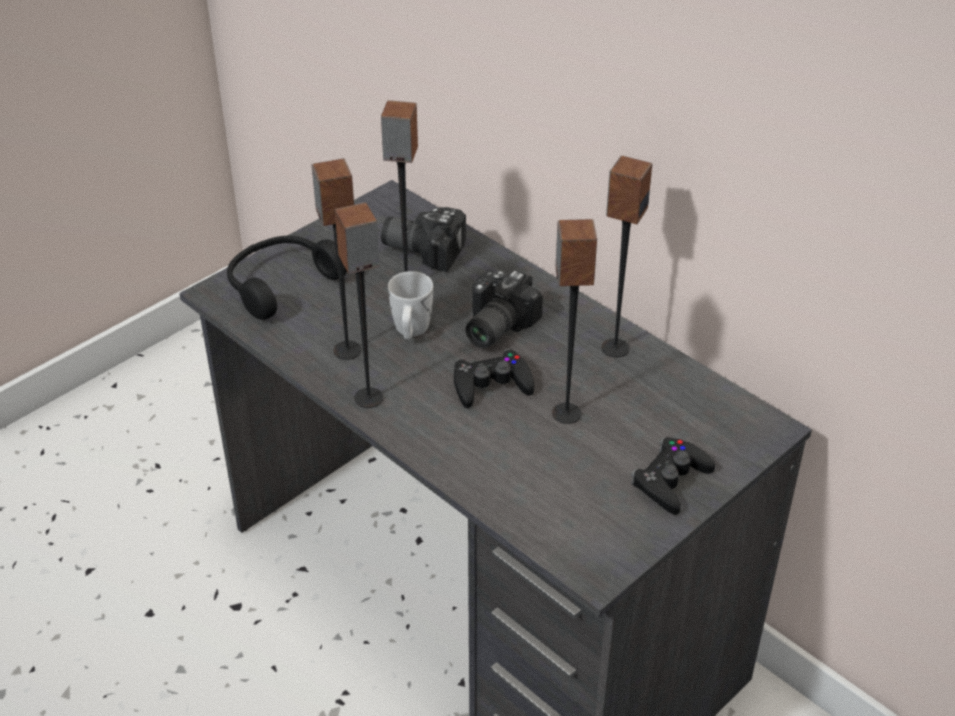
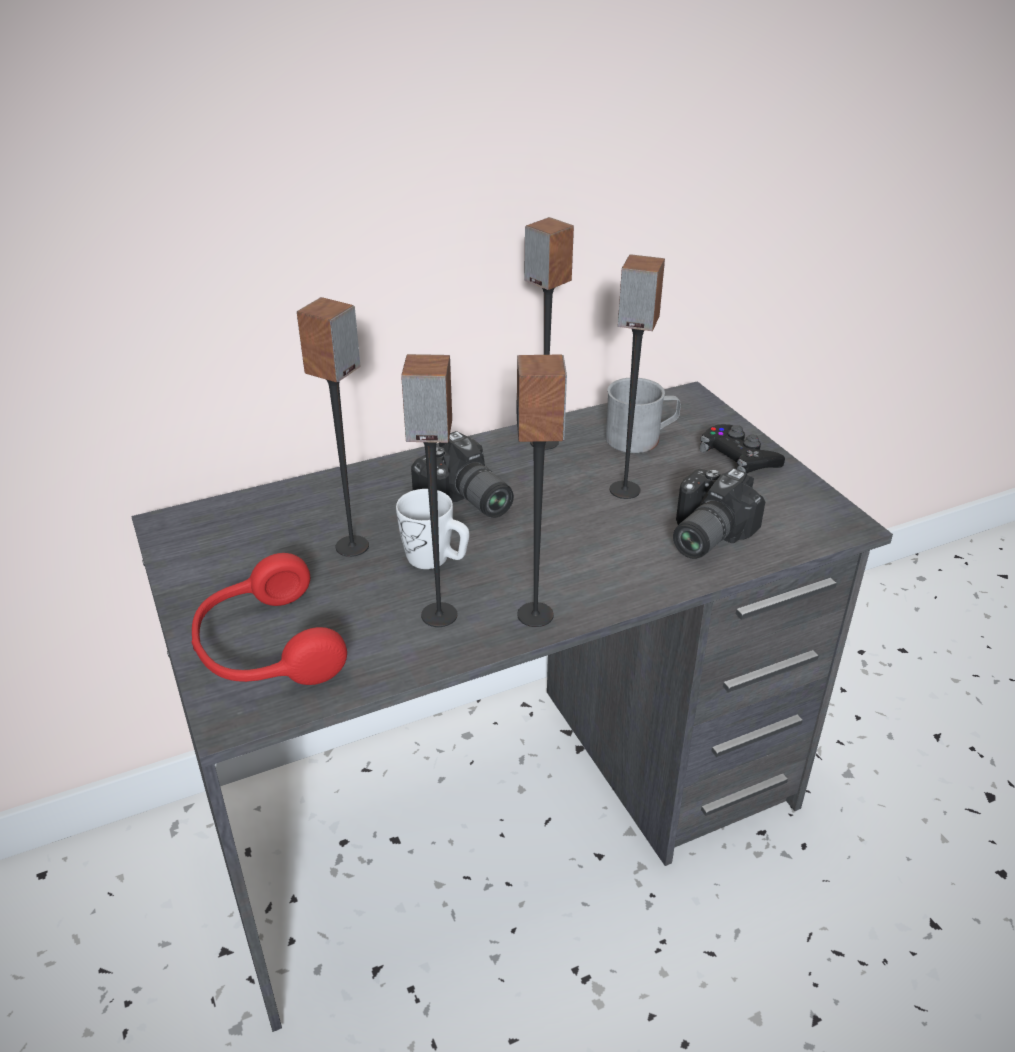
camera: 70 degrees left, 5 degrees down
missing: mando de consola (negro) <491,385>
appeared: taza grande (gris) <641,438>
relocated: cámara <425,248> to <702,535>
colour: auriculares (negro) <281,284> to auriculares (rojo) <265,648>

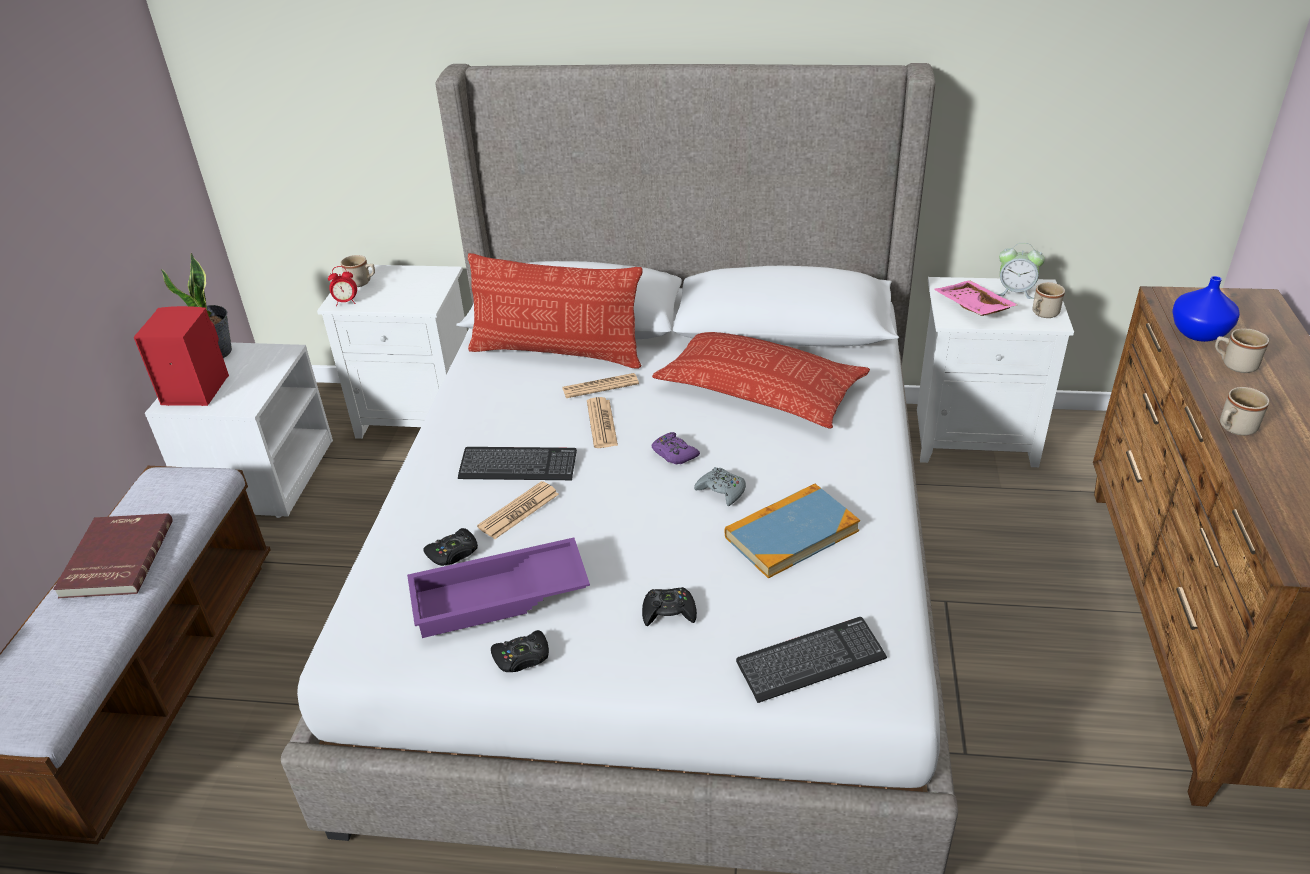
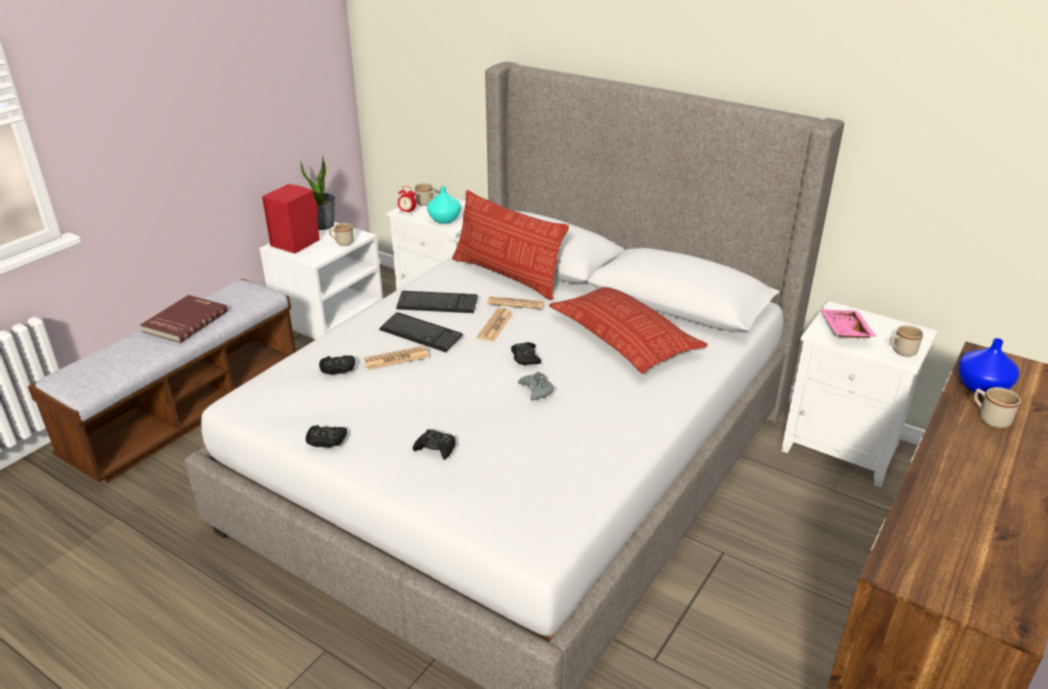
camera: 25 degrees right, 5 degrees down
missing: bandeja (morado) <499,598>; libro <791,534>; despertador <1015,292>
appeared: florero (turquesa) <445,220>
relocated: taza grande (beis) <1234,428> to <342,242>; teclado <810,661> to <437,304>
colour: mando de consola (morado) <674,454> to mando de consola (negro) <525,358>

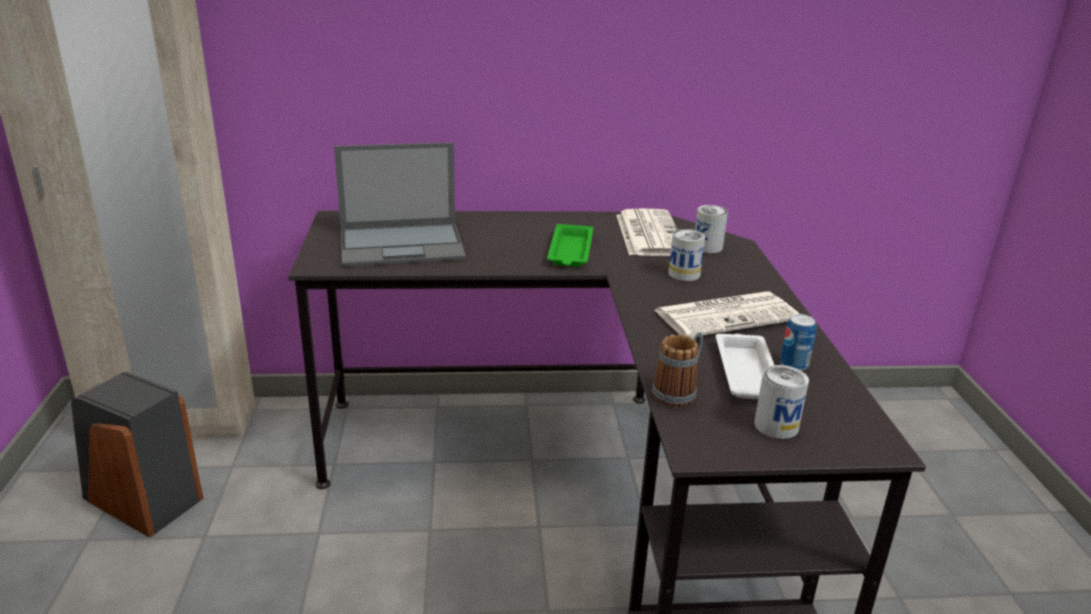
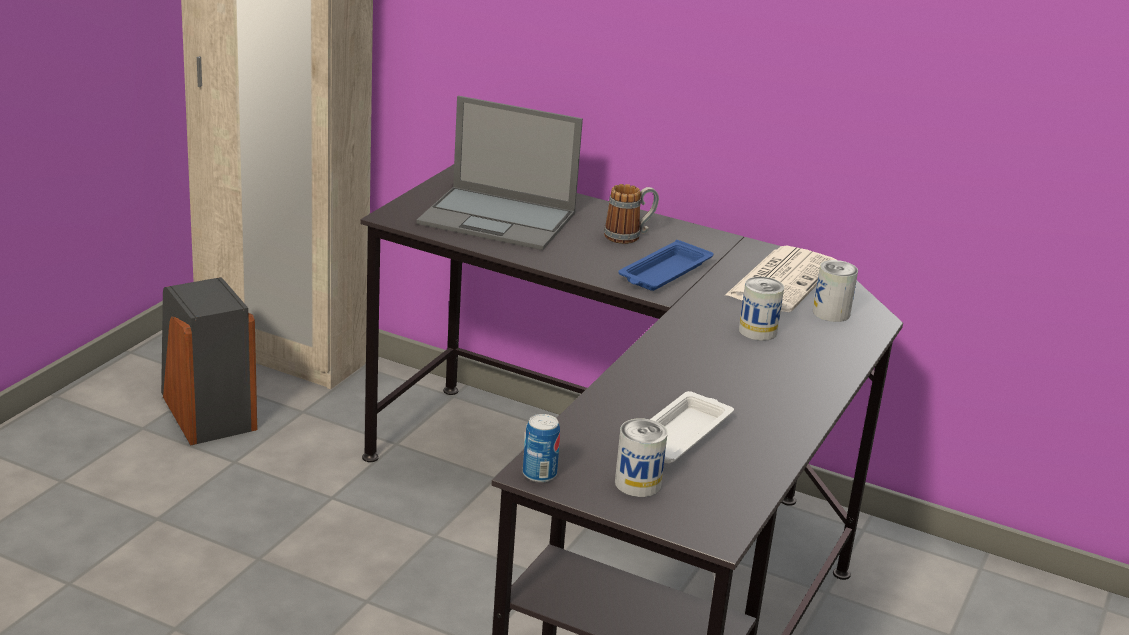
camera: 30 degrees right, 0 degrees up
missing: periódico <727,315>
relocated: lata <794,365> to <539,474>; taza grande <678,392> to <629,236>
colour: bandeja (verde) <570,251> to bandeja (azul) <664,273>

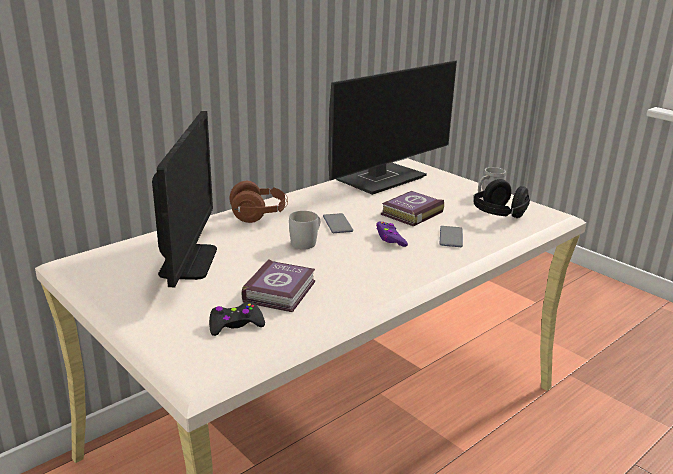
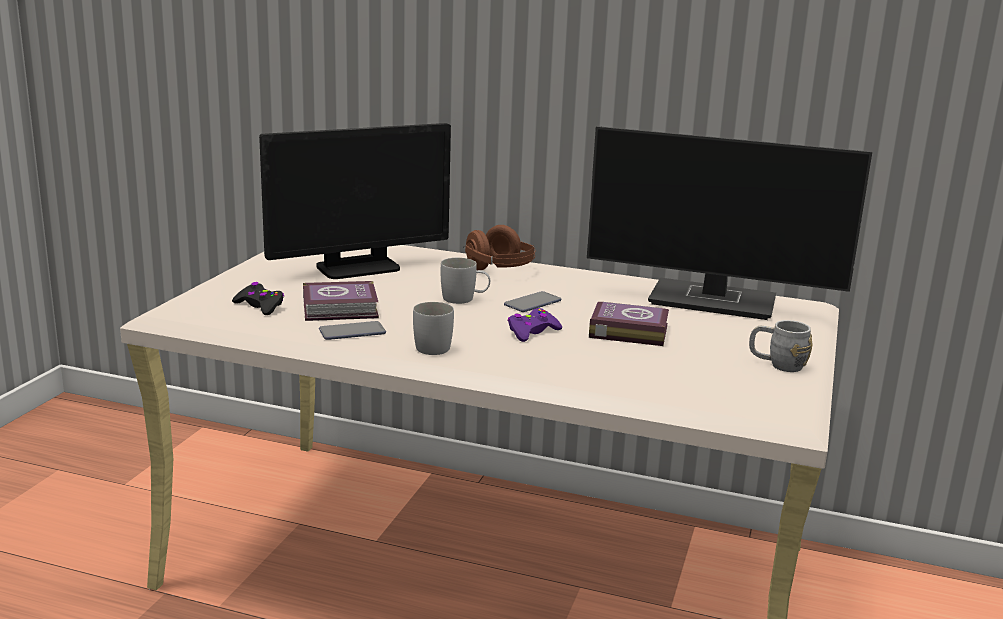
camera: 60 degrees right, 5 degrees down
missing: auriculares (negro) <499,215>
appeared: taza grande (blanco) <434,345>
relocated: móvil <451,237> to <352,332>

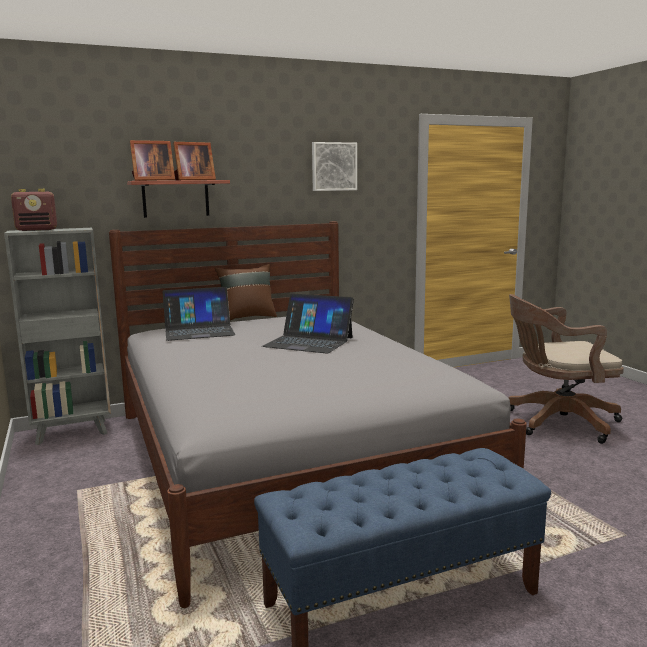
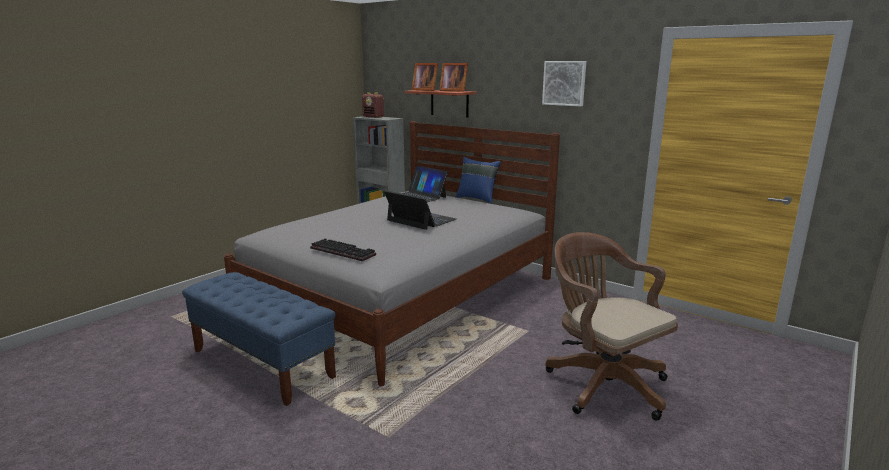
camera: 60 degrees right, 5 degrees up
appeared: teclado <344,251>
colour: cojín (marrón) <247,317> to cojín (azul) <477,199>
spun: portátil <309,342> = <421,220> 135 degrees clockwise

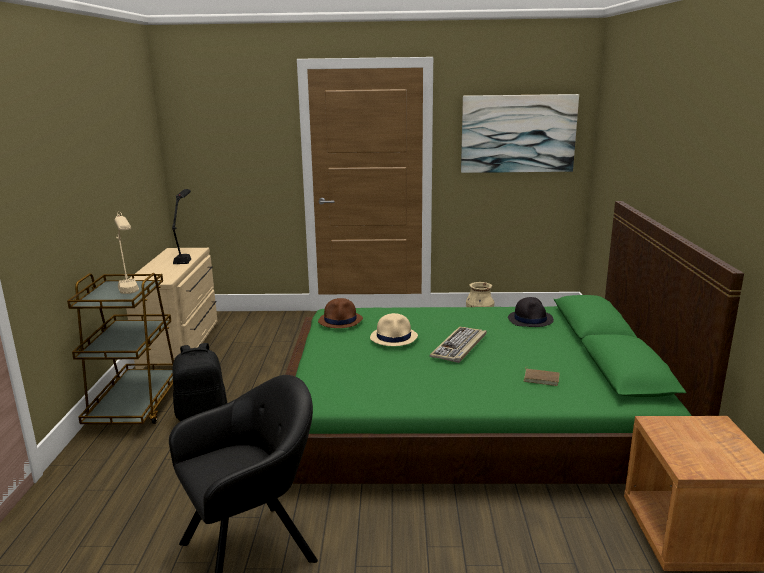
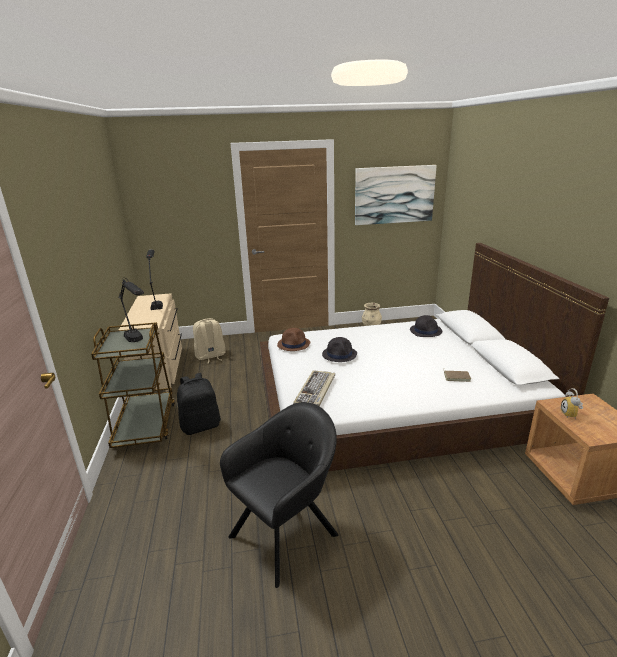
camera: 10 degrees left, 5 degrees up
appeared: mochila (beis) <210,356>; despertador <571,415>
relocated: teclado <459,347> to <315,390>
colour: lámpara de mesa (beis) <131,294> to lámpara de mesa (negro) <139,342>; cama (verde) <469,412> to cama (blanco) <395,402>; sombrero (beis) <394,337> to sombrero (negro) <340,354>

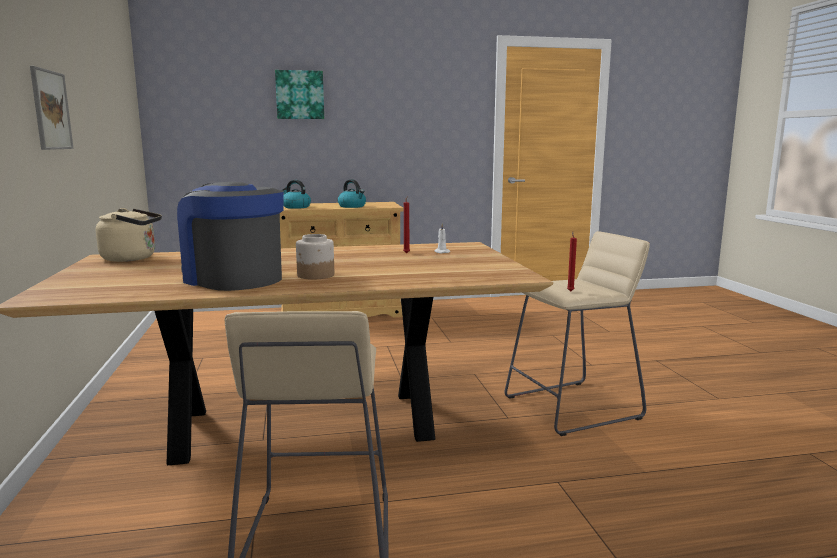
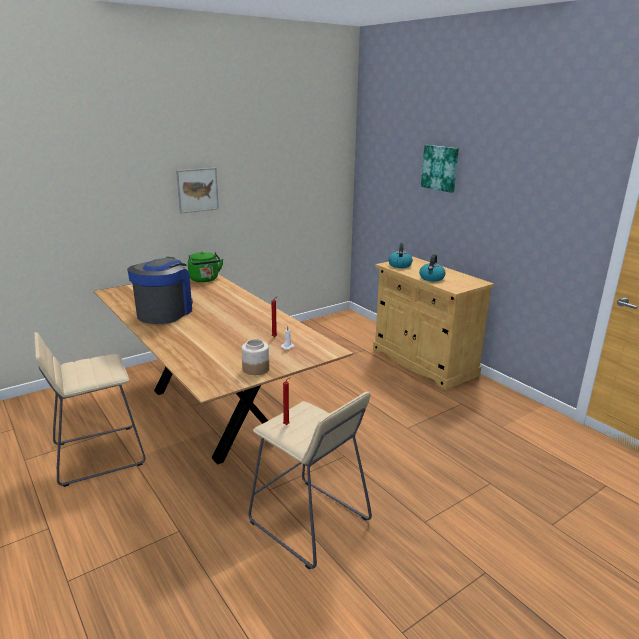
camera: 65 degrees right, 10 degrees up
relocated: tarro <315,275> to <255,369>
colour: hervidor (beis) <132,258> to hervidor (verde) <205,279>

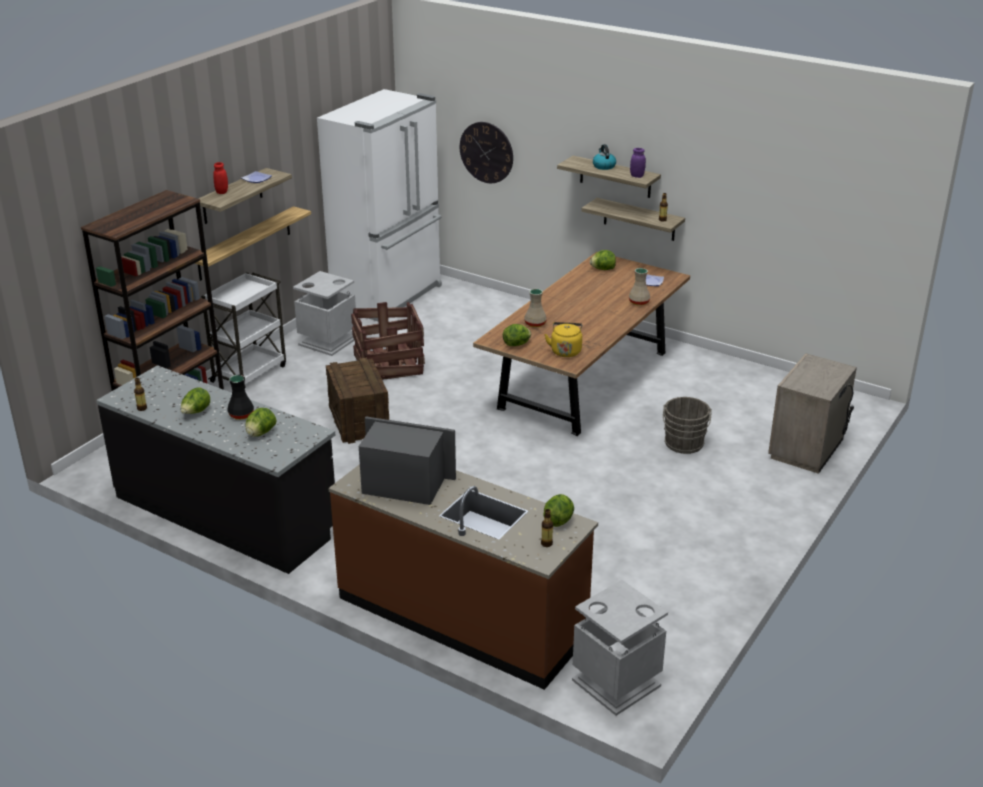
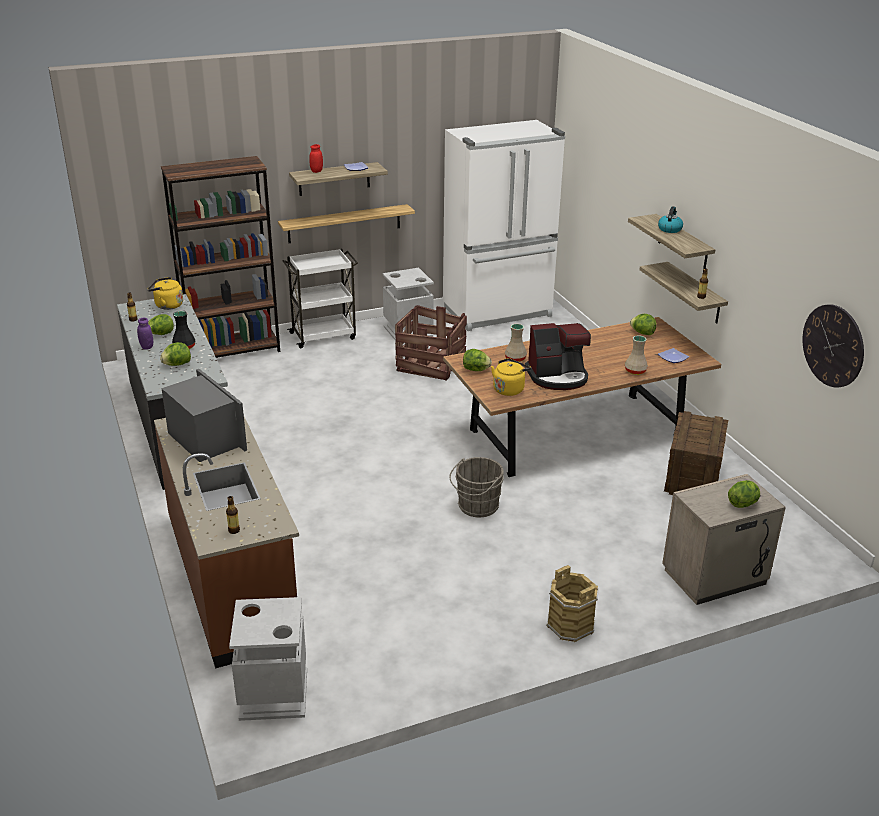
camera: 35 degrees right, 0 degrees up
appeared: hervidor (amarillo) <167,305>; cafetera <558,377>; cubo (marrón) <570,625>
relocated: tarro (morado) <637,176> to <147,347>; cubo (gris) <683,445> to <476,507>; caja de embalaje <359,422> to <692,477>; lechuga <558,520> to <743,504>; reloj de pared <486,152> to <833,345>

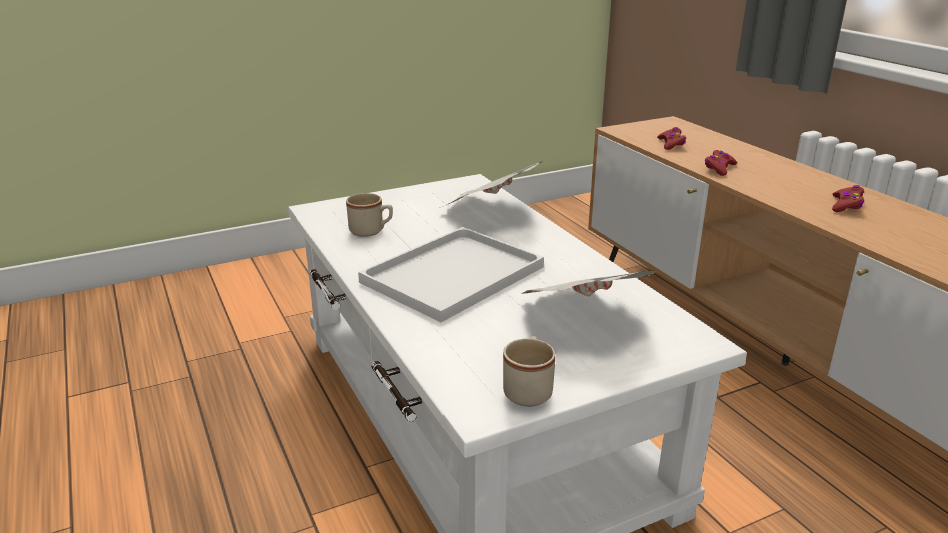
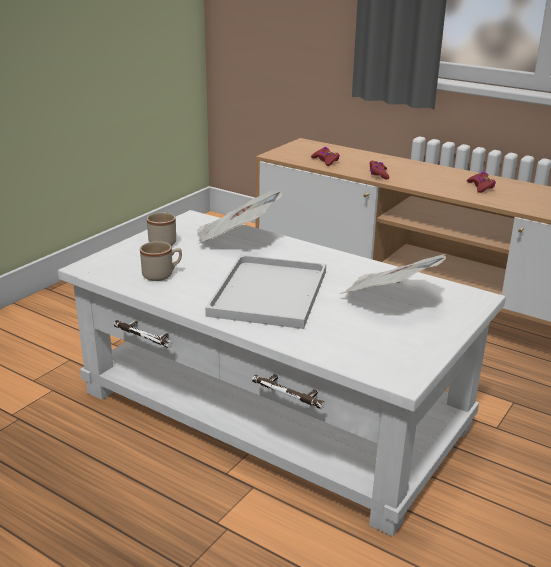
camera: 30 degrees left, 0 degrees up
relocated: taza grande (beis) <529,389> to <161,242>

